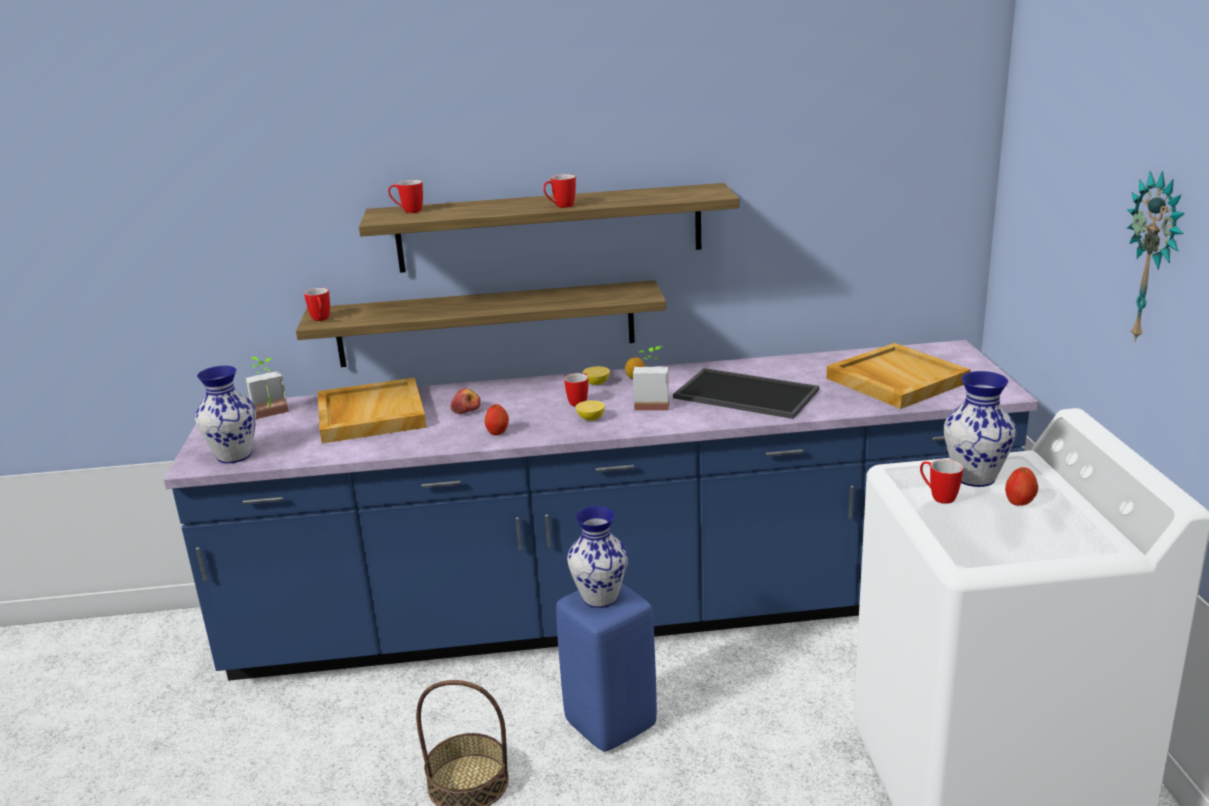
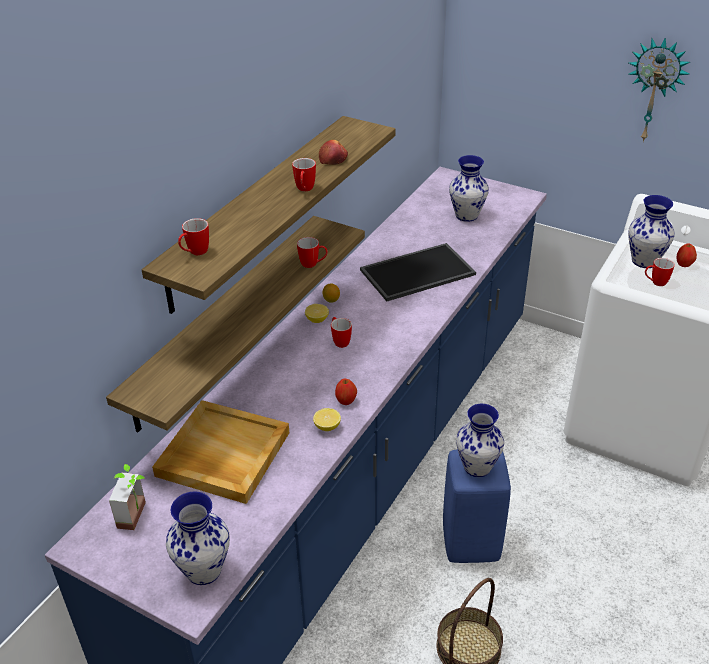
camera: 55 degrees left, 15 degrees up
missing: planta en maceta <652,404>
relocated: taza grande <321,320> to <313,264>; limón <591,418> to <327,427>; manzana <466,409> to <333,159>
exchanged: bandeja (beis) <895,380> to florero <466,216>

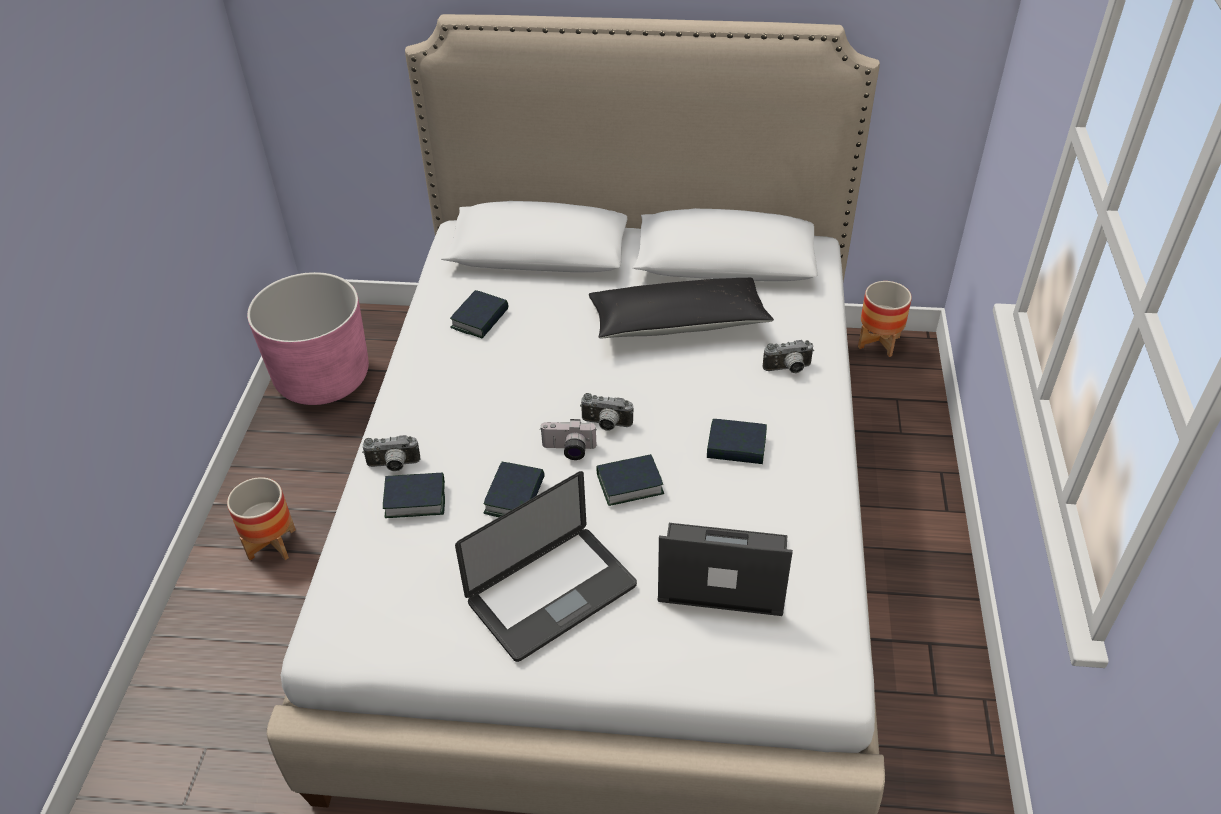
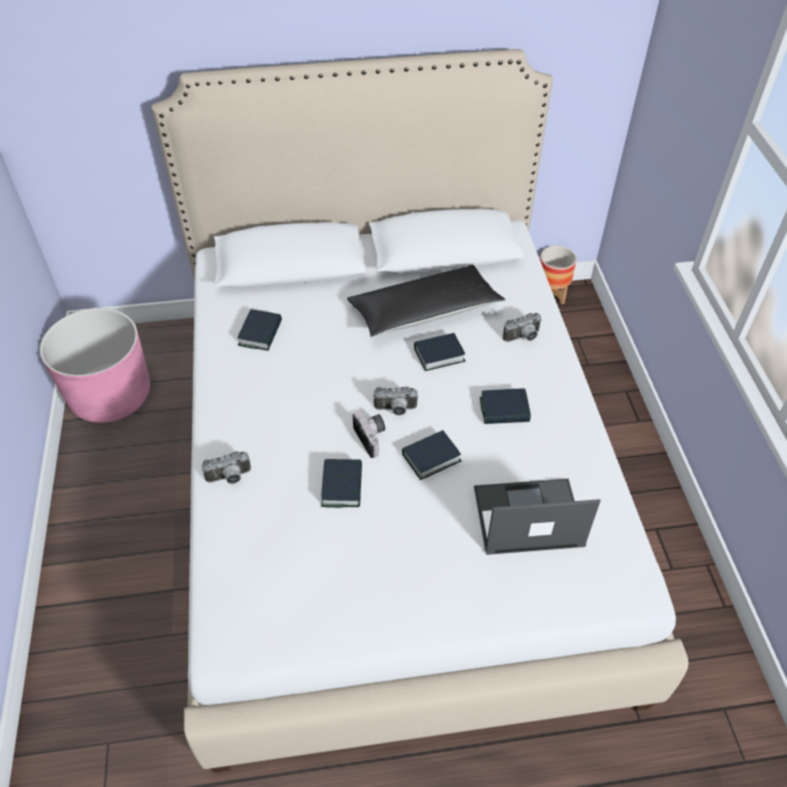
camera: 15 degrees left, 5 degrees up
missing: maceta <272,544>; portátil <552,594>
relocated: libro <415,499> to <439,355>
spun: cámara <568,450> = <372,437> 105 degrees counterclockwise

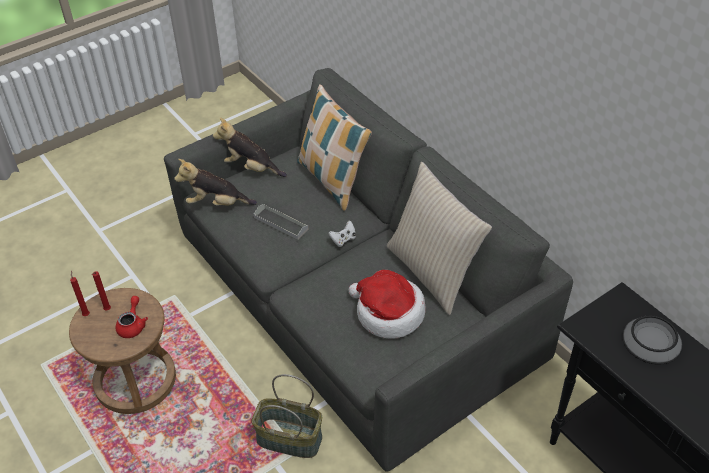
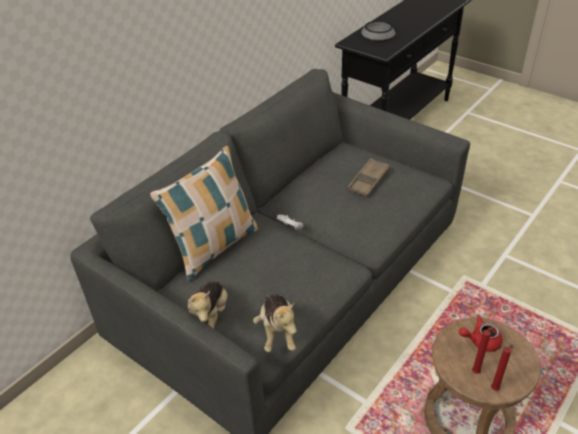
camera: 105 degrees left, 5 degrees down
missing: cesta <288,439>; bandeja (gris) <281,223>; cojín (beis) <432,272>
exchanged: sombrero <388,313> to bandeja (marrón) <368,180>

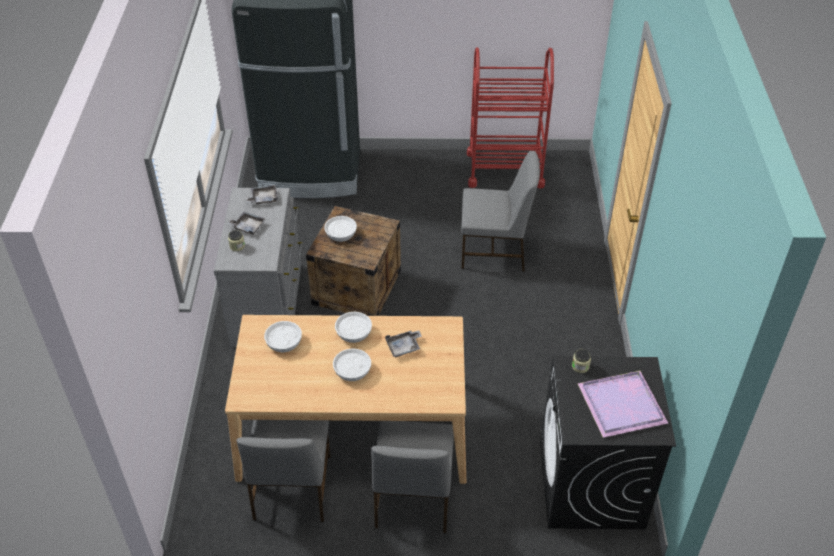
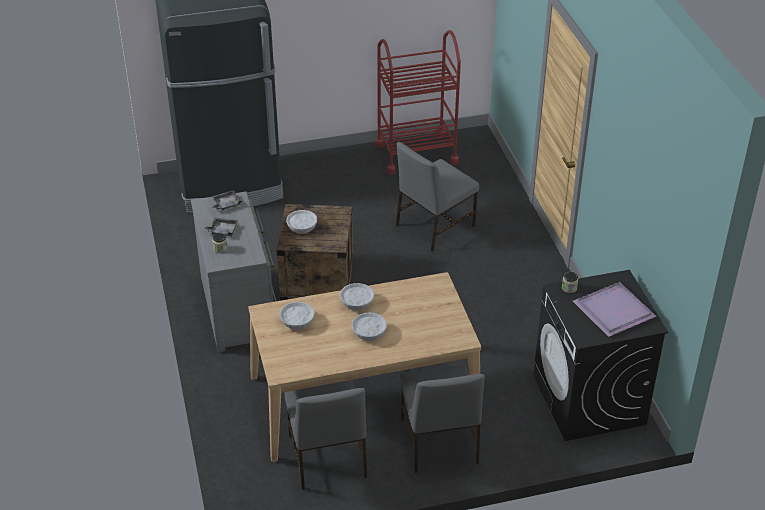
camera: 15 degrees left, 5 degrees down
missing: bandeja (gris) <404,347>
spun: silla (gris) <494,251> = <433,226> 150 degrees clockwise

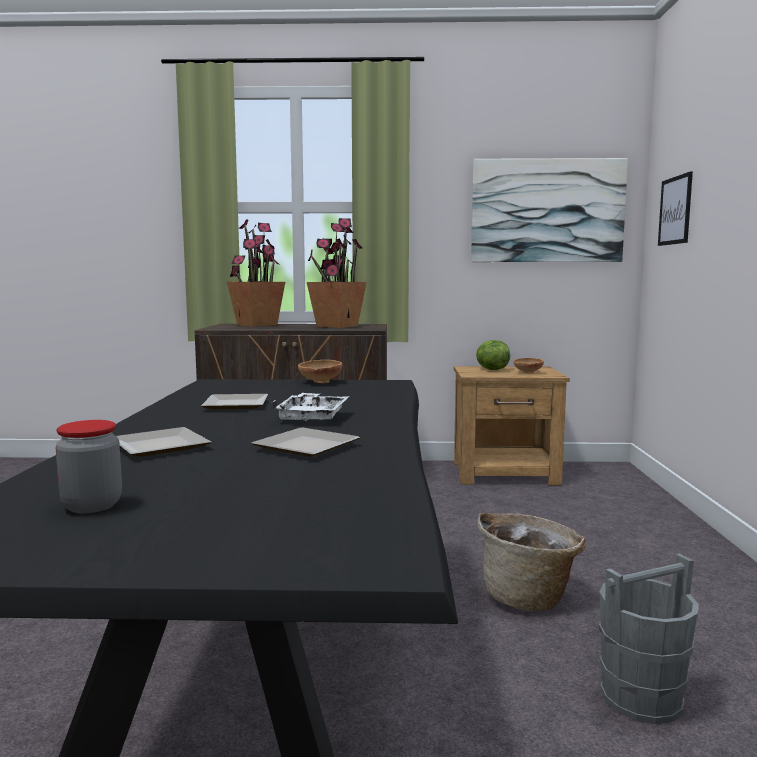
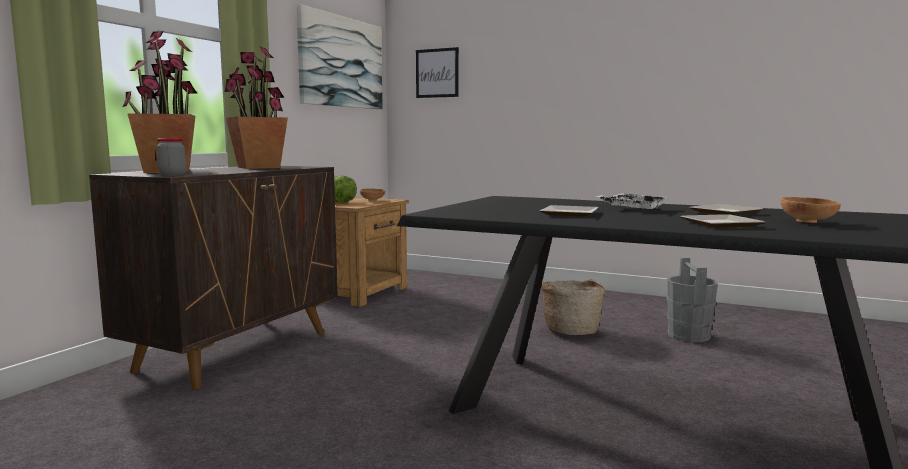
camera: 65 degrees left, 0 degrees up
relocated: tarro <92,505> to <172,175>; cuenco (marrón) <319,382> to <808,223>

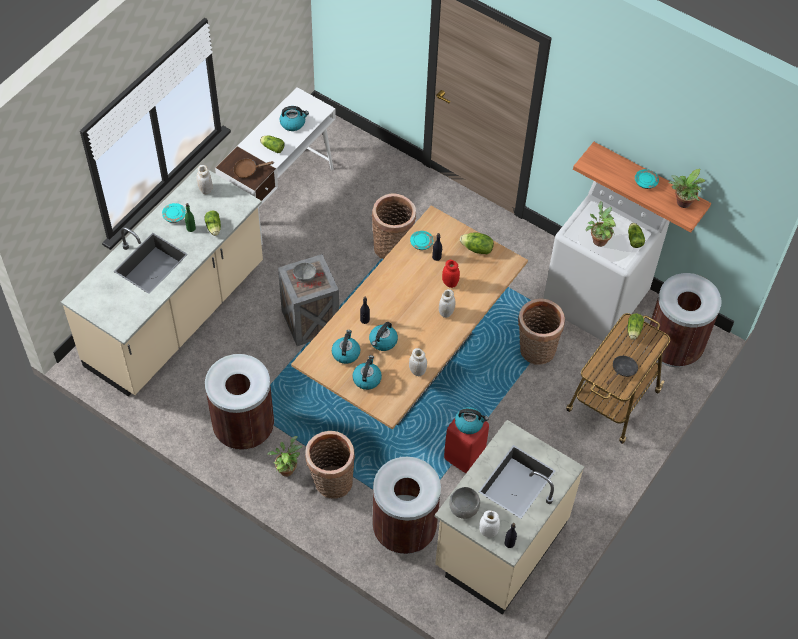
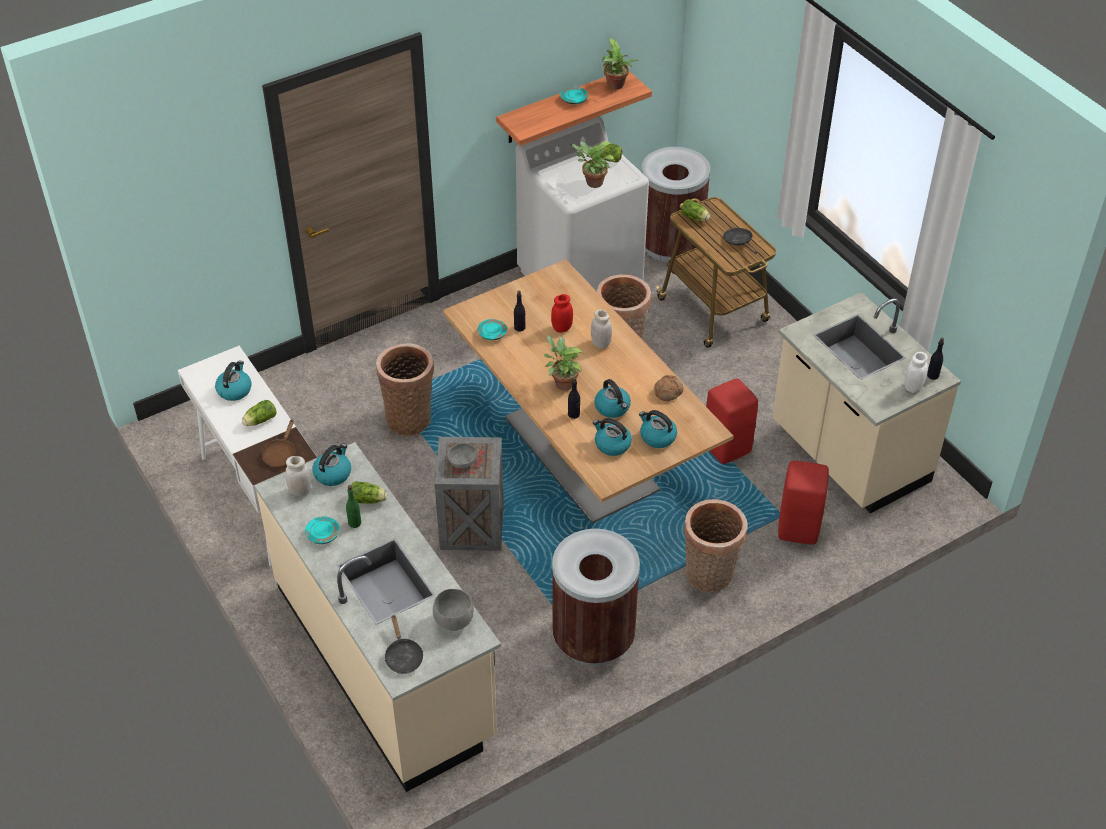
camera: 65 degrees left, 10 degrees down
missing: lechuga <477,249>
appeared: sartén (negro) <403,656>
relocated: hervidor <469,423> to <333,473>; cuenco (gris) <464,508> to <453,620>; planta en maceta <286,468> to <562,383>
exchanged: tarro (blanco) <417,371> to pan <668,391>; papelera (marrón) <404,529> to taburete (rojo) <797,529>

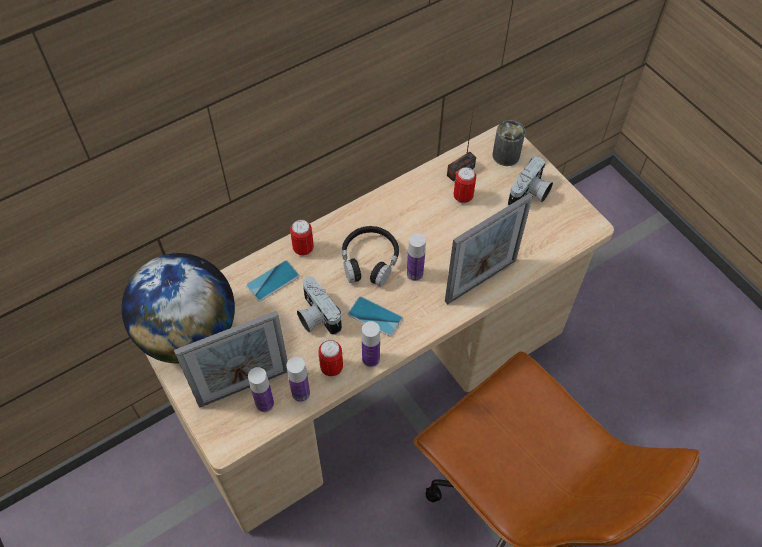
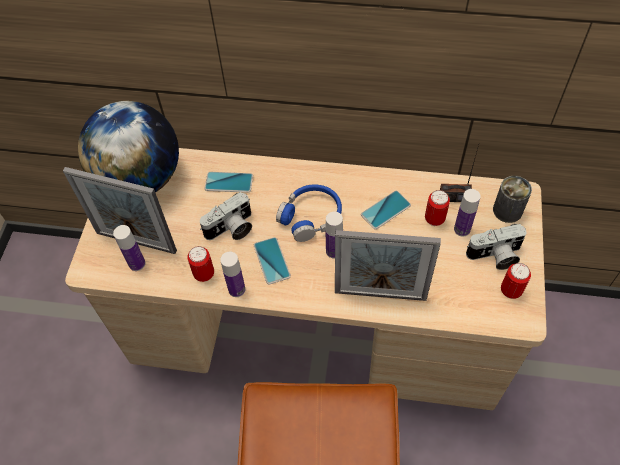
camera: 45 degrees right, 0 degrees up
appeared: móvil <385,210>
relocated: botella <301,393> to <462,229>; lata <303,249> to <511,291>
colour: auriculares (negro) <369,261> to auriculares (azul) <310,217>
spun: cámara <316,316> = <231,229> 135 degrees counterclockwise

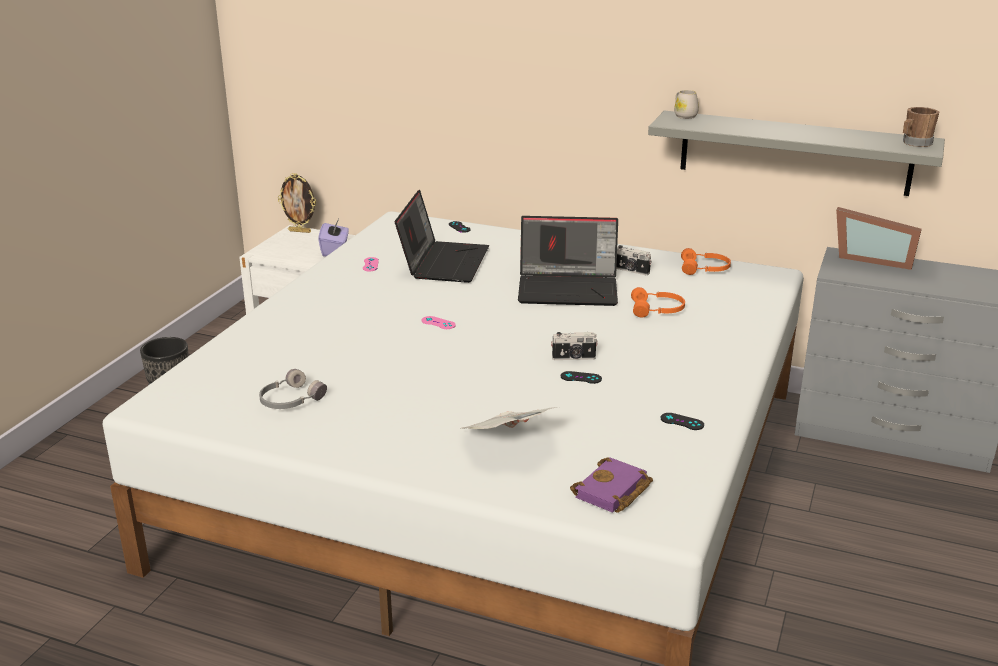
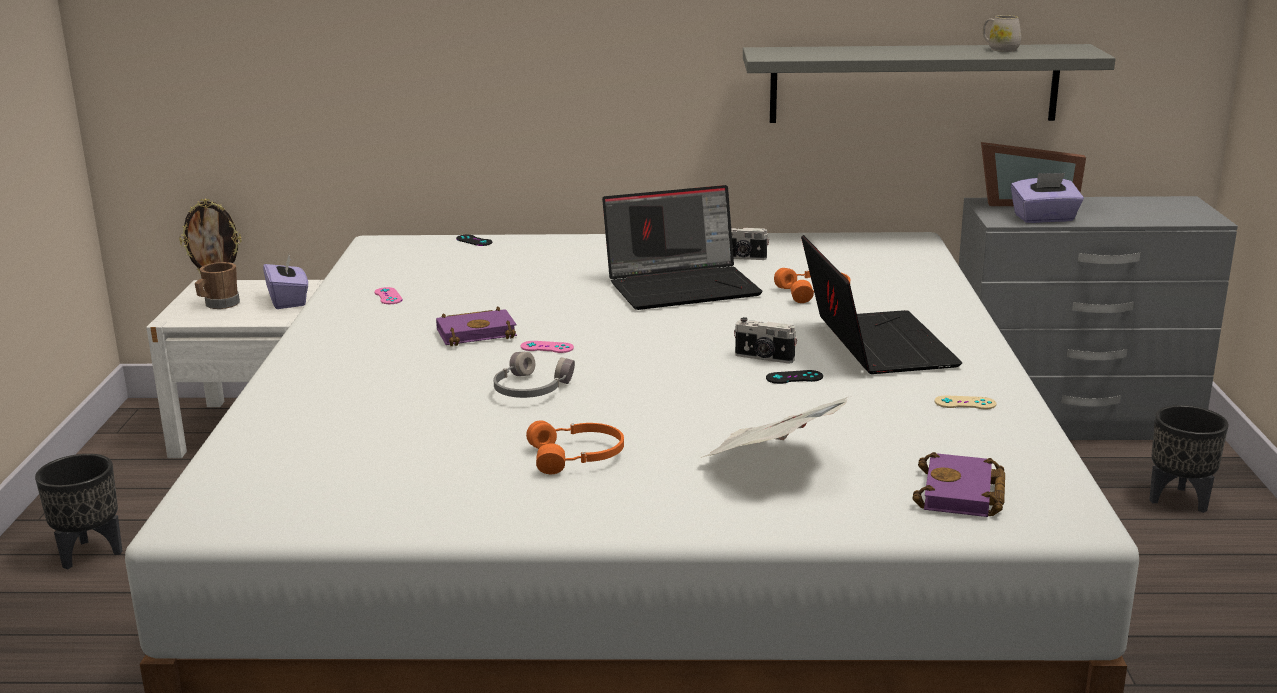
camera: 20 degrees left, 5 degrees down
appeared: libro (morado) <478,332>; caja de pañuelos (morado) <1044,218>; maceta (negro) <1179,500>
relocated: taza grande (marrón) <915,143> to <219,305>; auriculares (gris) <290,400> to <530,389>; auriculares (naranja) <705,269> to <578,457>; portátil <443,262> to <873,344>; taza grande (blanco) <683,115> to <999,49>
colour: mando de consola (negro) <682,422> to mando de consola (beis) <965,403>
spun: cámara <574,358> = <764,358> 45 degrees clockwise

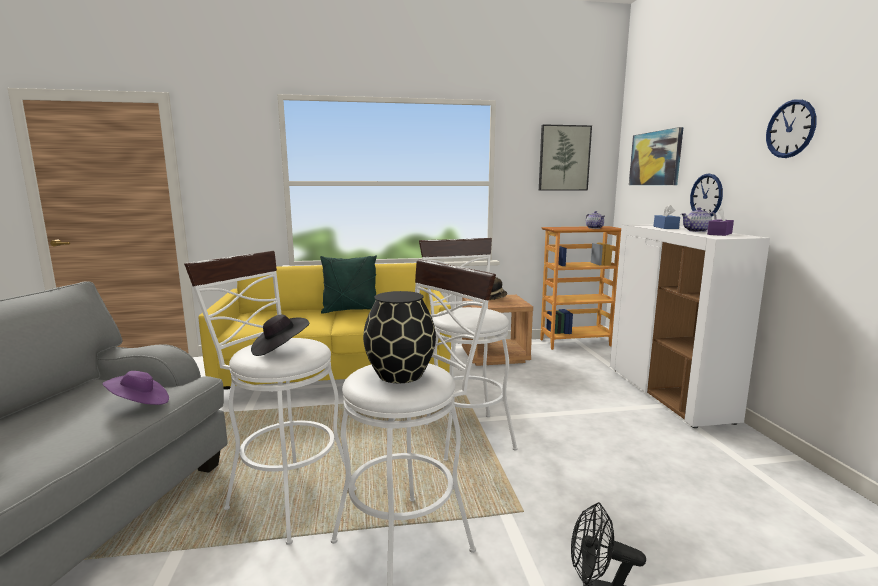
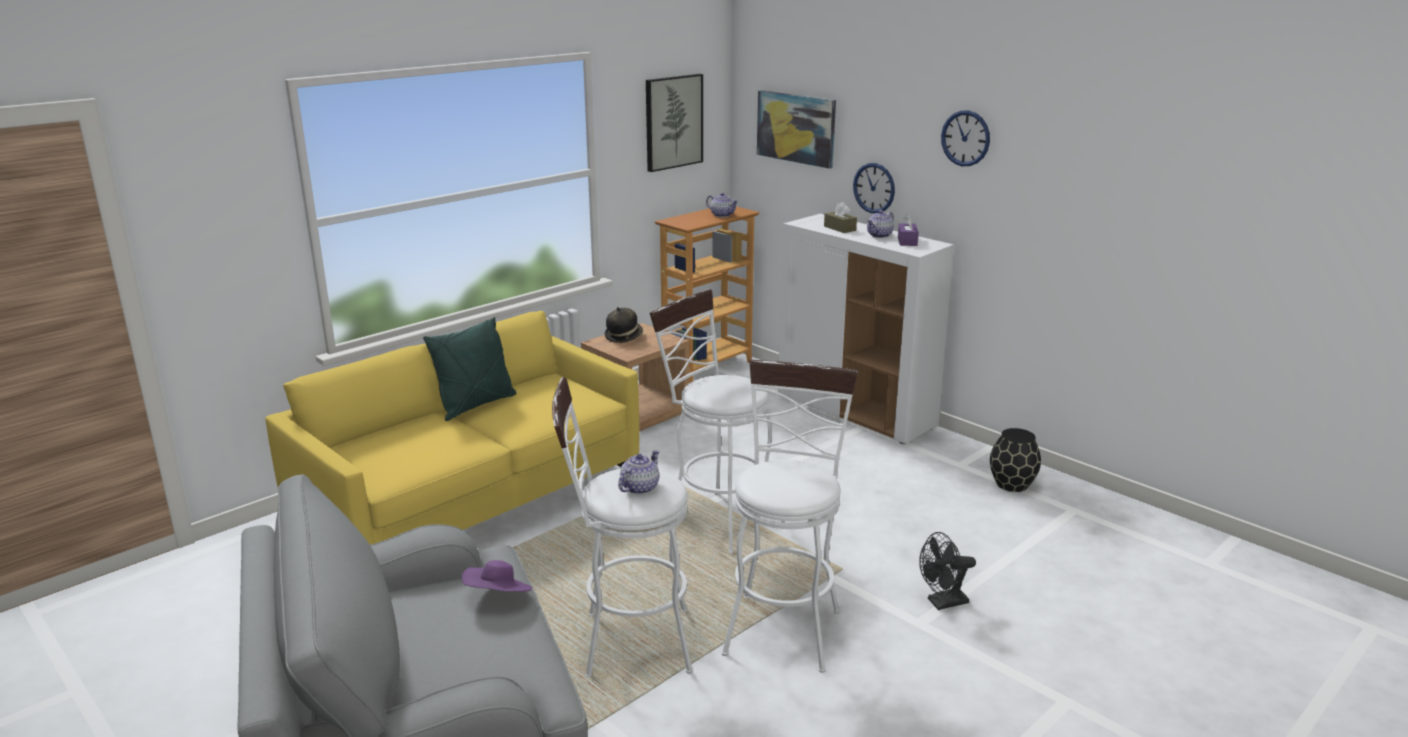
camera: 35 degrees left, 10 degrees up
relocated: florero (negro) <400,374> to <1011,484>
exchanged: sombrero (negro) <280,349> to tetera <639,488>
colour: caja de pañuelos (azul) <665,227> to caja de pañuelos (marrón) <839,228>

